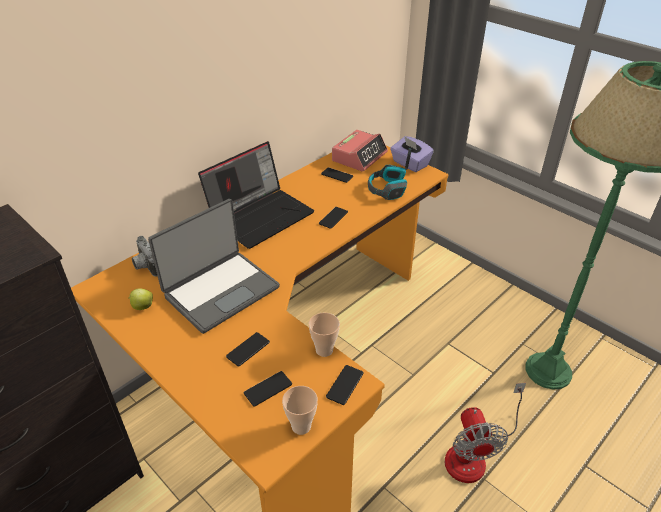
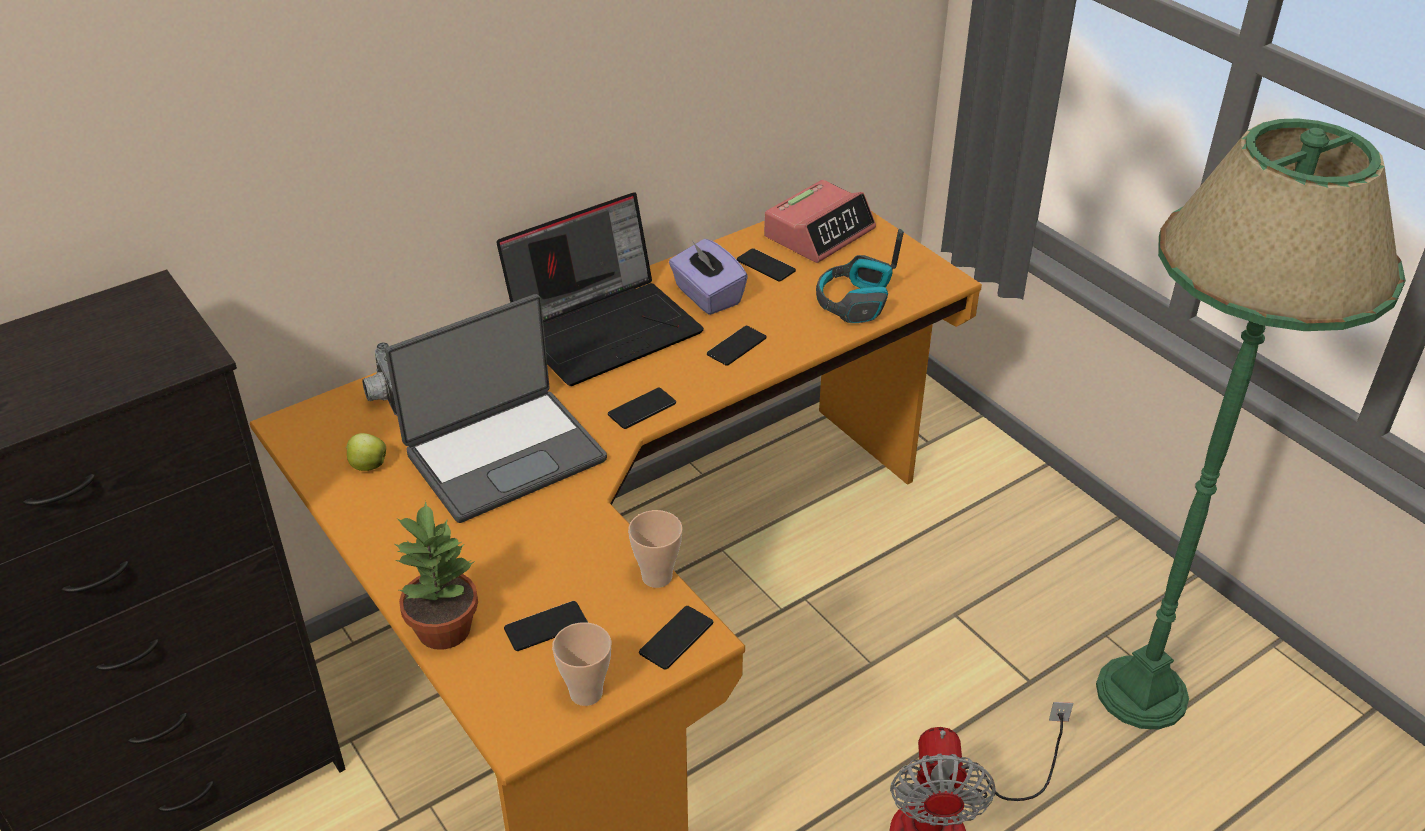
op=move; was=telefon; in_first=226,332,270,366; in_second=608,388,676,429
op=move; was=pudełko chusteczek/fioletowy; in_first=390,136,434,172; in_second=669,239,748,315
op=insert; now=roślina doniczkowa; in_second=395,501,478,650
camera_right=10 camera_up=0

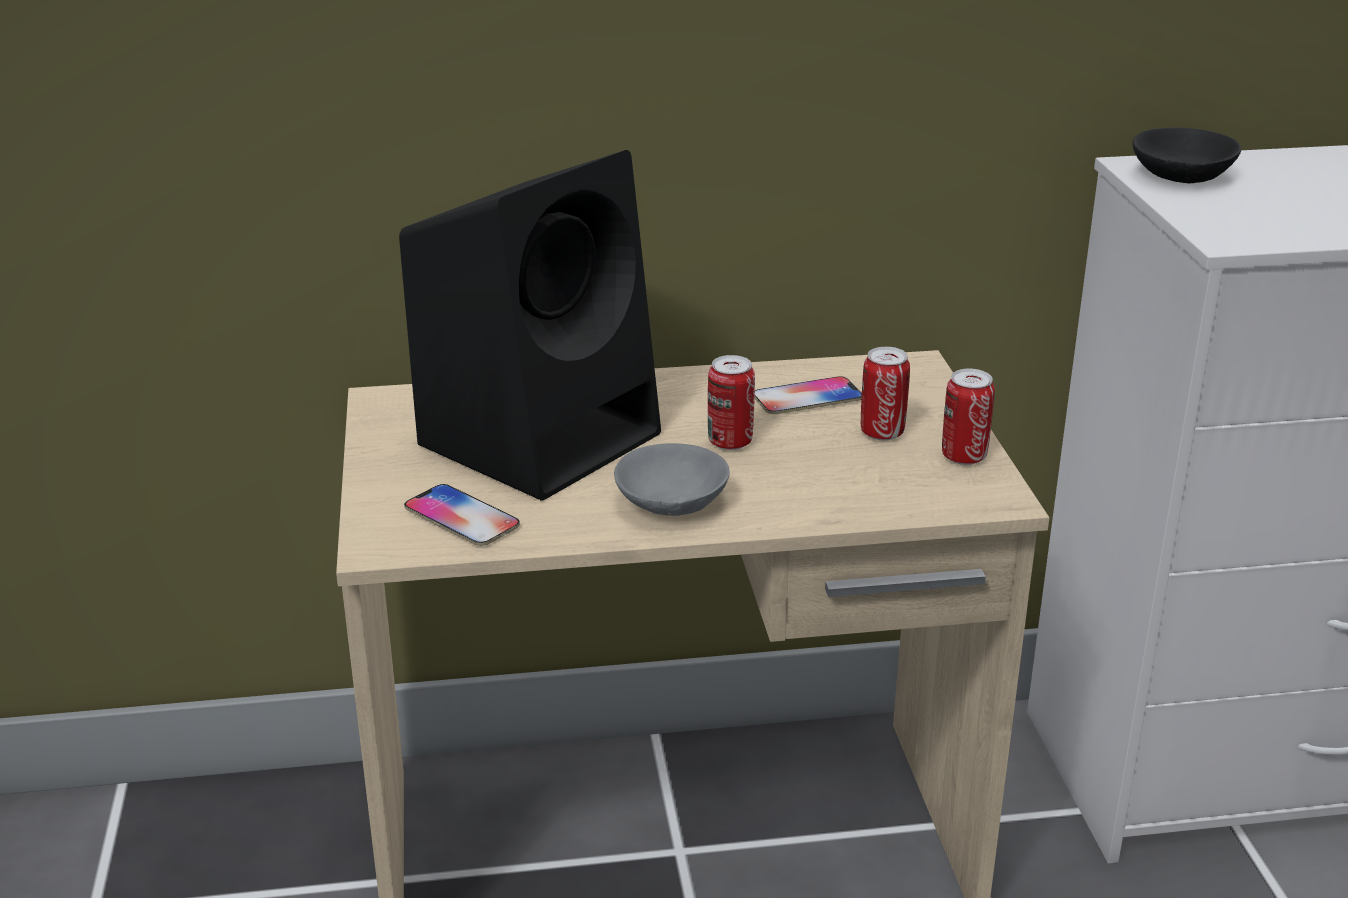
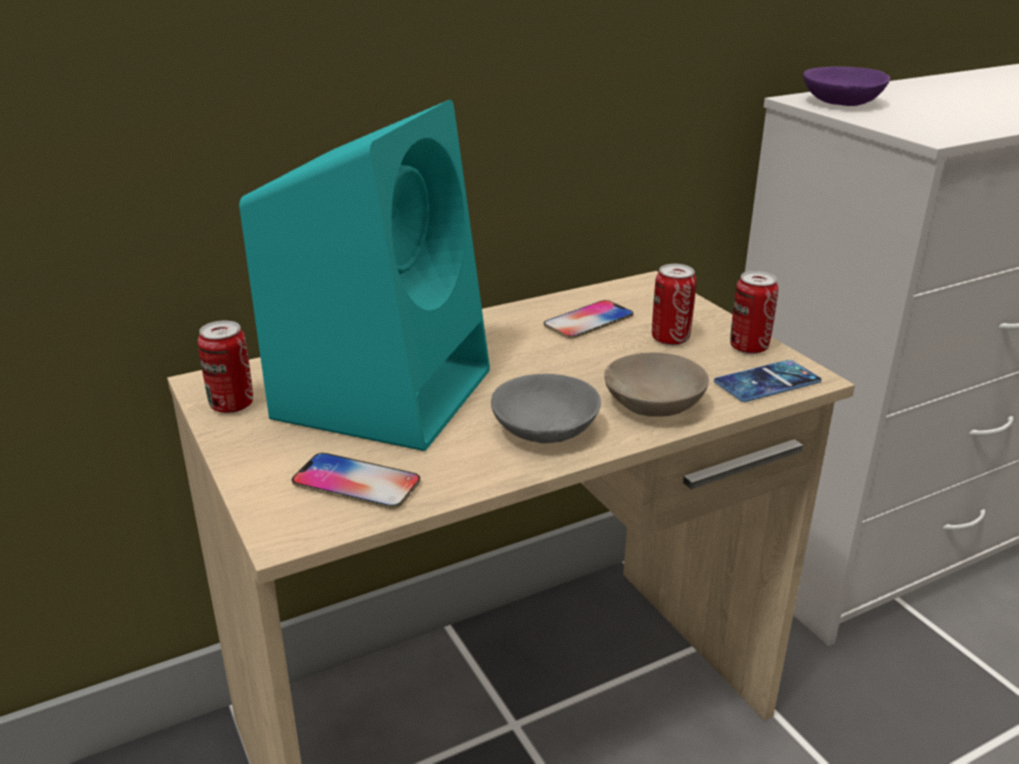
op=recolor; was=głośnik/czarny; now=głośnik/turkusowy; in_first=399,150,661,501; in_second=239,99,490,451
op=move; was=puszka; in_first=708,355,755,450; in_second=198,321,253,413
op=recolor; was=miska/czarny; now=miska/fioletowy; in_first=1132,128,1242,183; in_second=803,67,890,106
op=insert; now=miska/beżowy; in_second=604,353,709,417
op=insert; now=telefon; in_second=714,360,822,402
camera_right=-20 camera_up=0

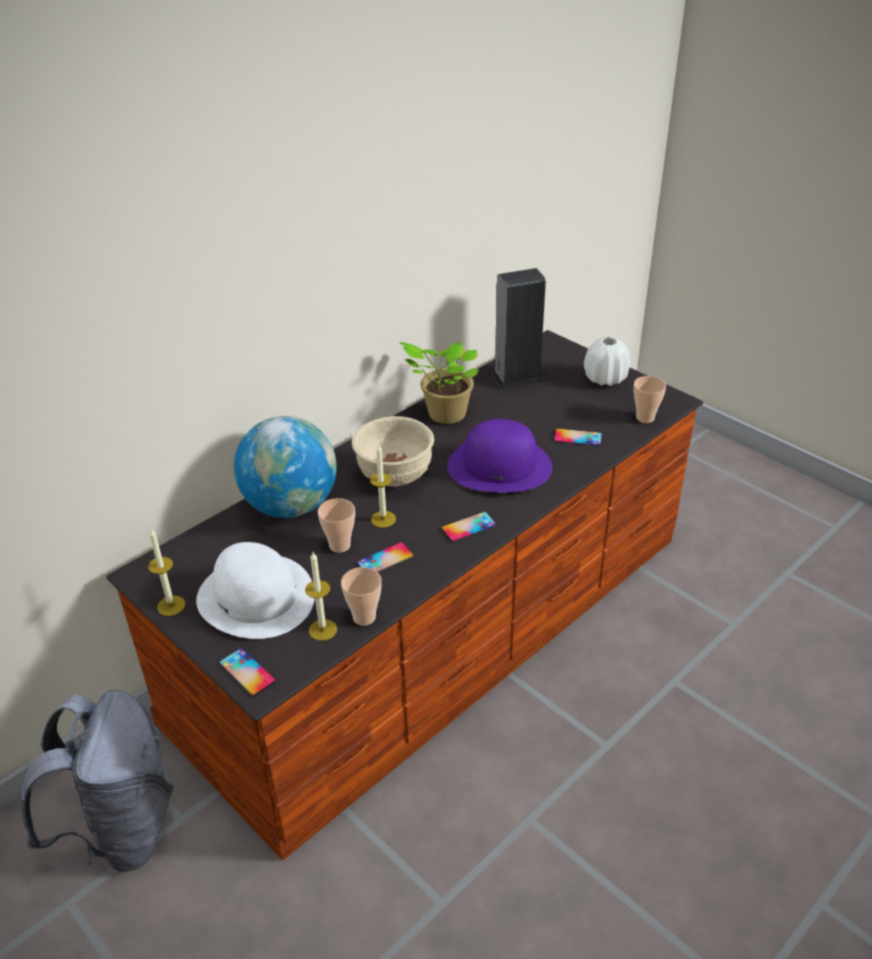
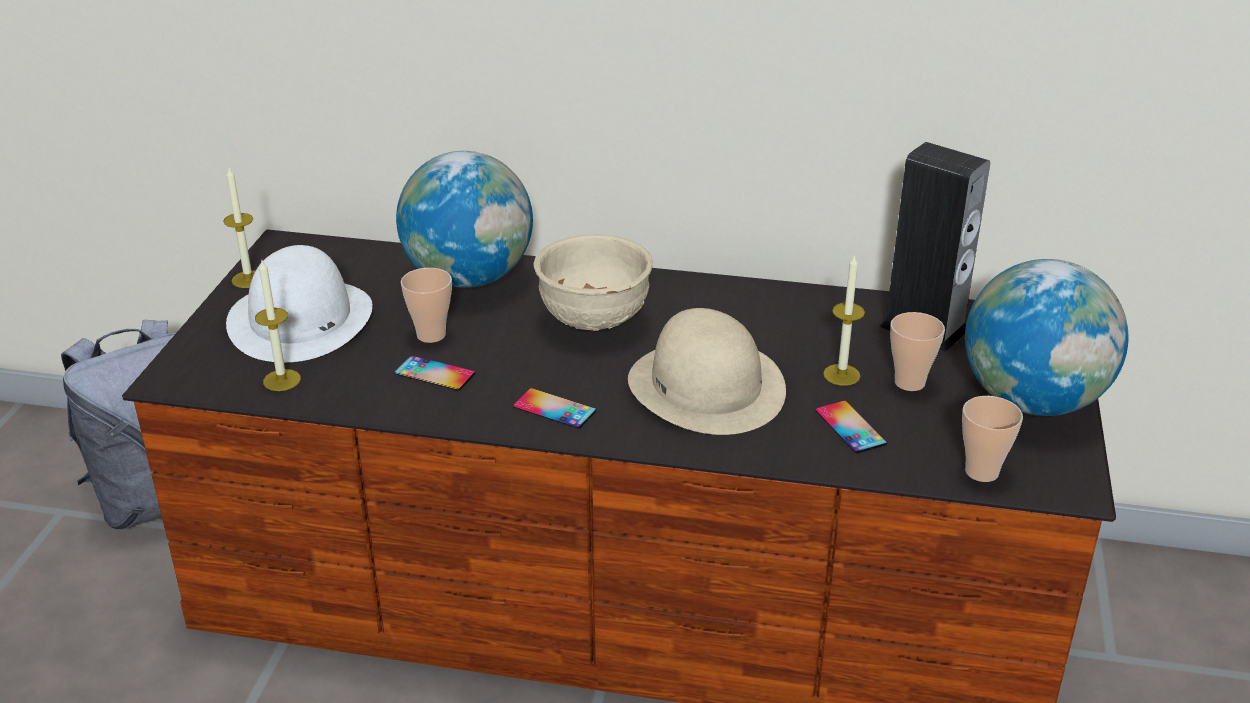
op=delete; was=telefon; in_first=219,648,276,696
op=move; was=filiżanka; in_first=341,567,382,626; in_second=890,312,945,391
op=move; was=świeca; in_first=370,443,396,528; in_second=823,254,865,386
op=delete; was=roślina doniczkowa; in_first=400,342,478,424
op=recolor; was=kapelusz/fioletowy; now=kapelusz/beżowy; in_first=447,419,552,493; in_second=628,308,786,435
op=replace; was=wazon/biały; now=globus; in_first=584,337,630,386; in_second=965,259,1128,416
camera_right=55 camera_up=-5

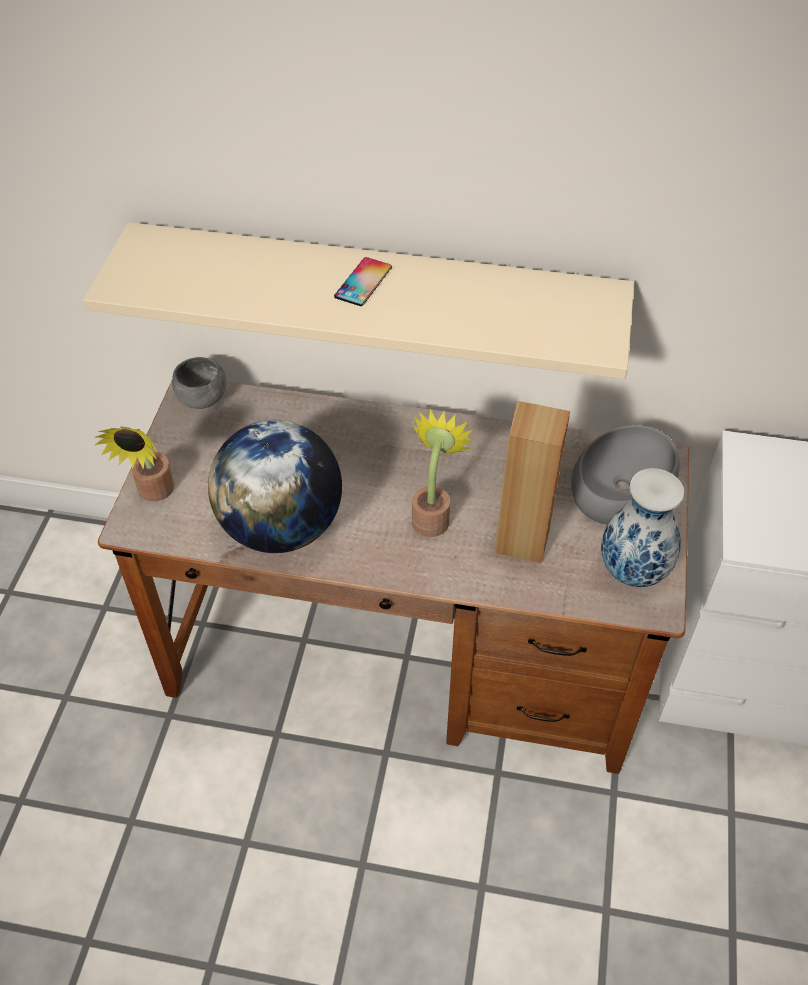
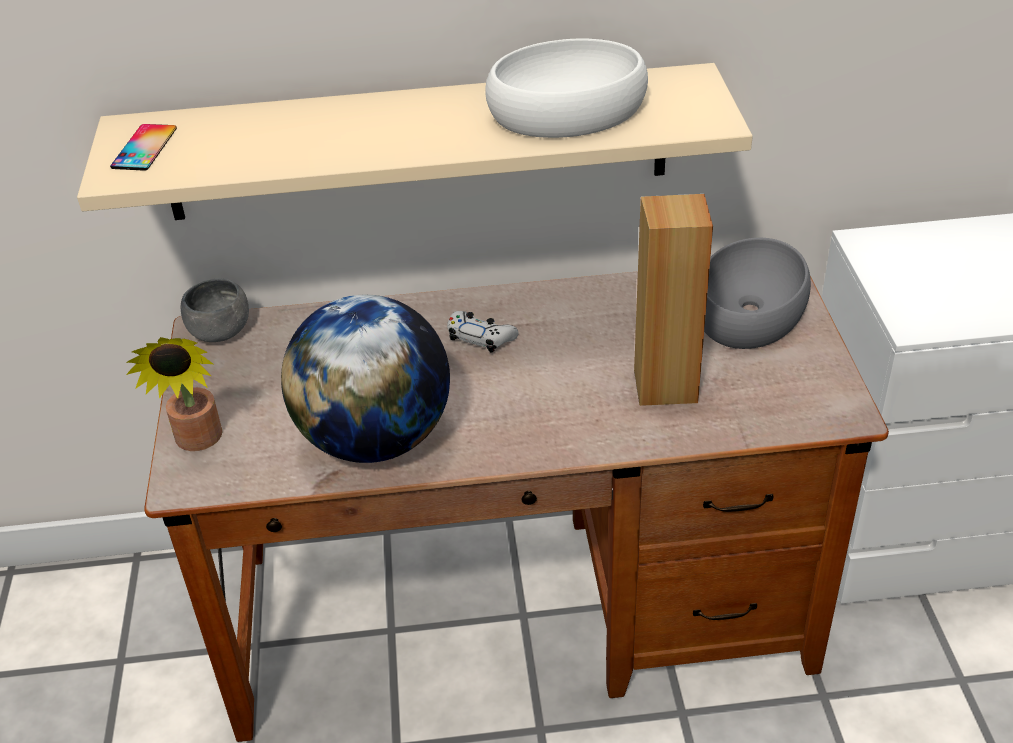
op=move; was=telefon; in_first=334,257,392,306; in_second=110,124,177,171
op=delete; was=roślina doniczkowa; in_first=412,408,474,537
op=delete; was=wazon; in_first=601,468,684,587
op=insert; now=pad do gier/biały; in_second=447,311,518,352
op=insert; now=miska/biały; in_second=485,39,648,138
camera_right=-15 camera_up=-10

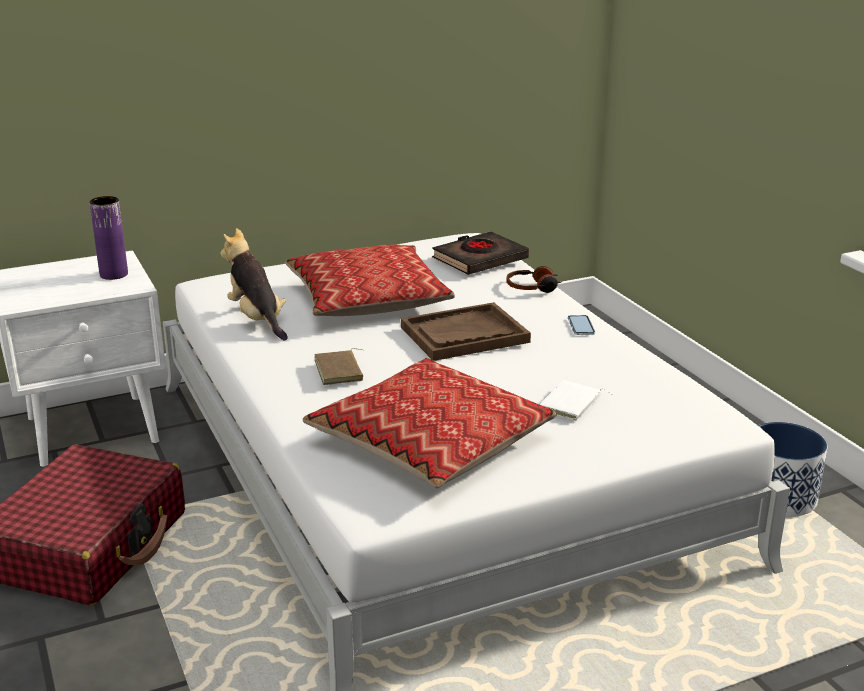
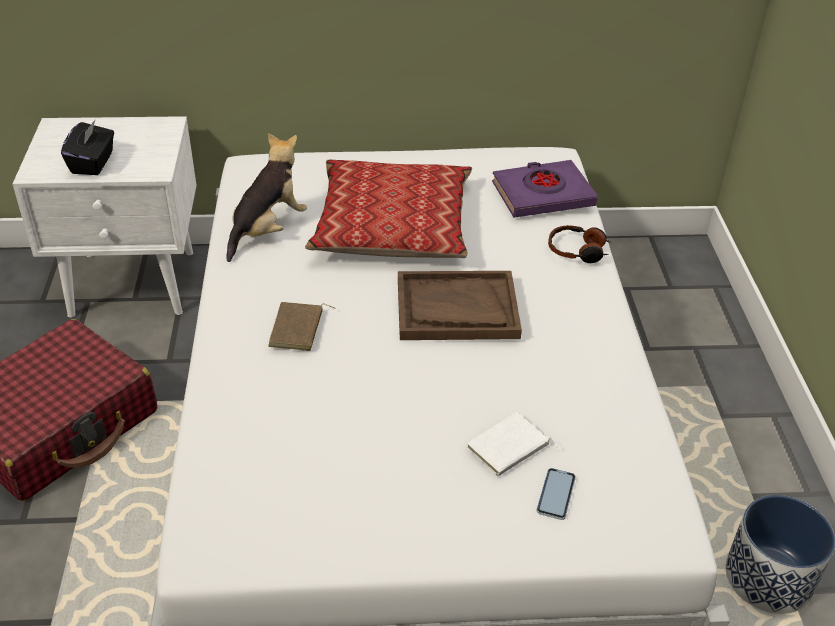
op=delete; was=wazon/fioletowy; in_first=90,196,128,280
op=rotate; was=pluszak; in_first=220,228,288,340; in_second=226,133,307,262; clockwise=45
op=delete; was=poduszka; in_first=303,358,557,488
op=recolor; was=książka/czarny; now=książka/fioletowy; in_first=432,231,529,275; in_second=492,160,598,218
op=move; was=telefon; in_first=568,315,595,335; in_second=536,468,576,520
op=insert; now=pudełko chusteczek/czarny; in_second=61,120,114,175
camera_right=20 camera_up=15

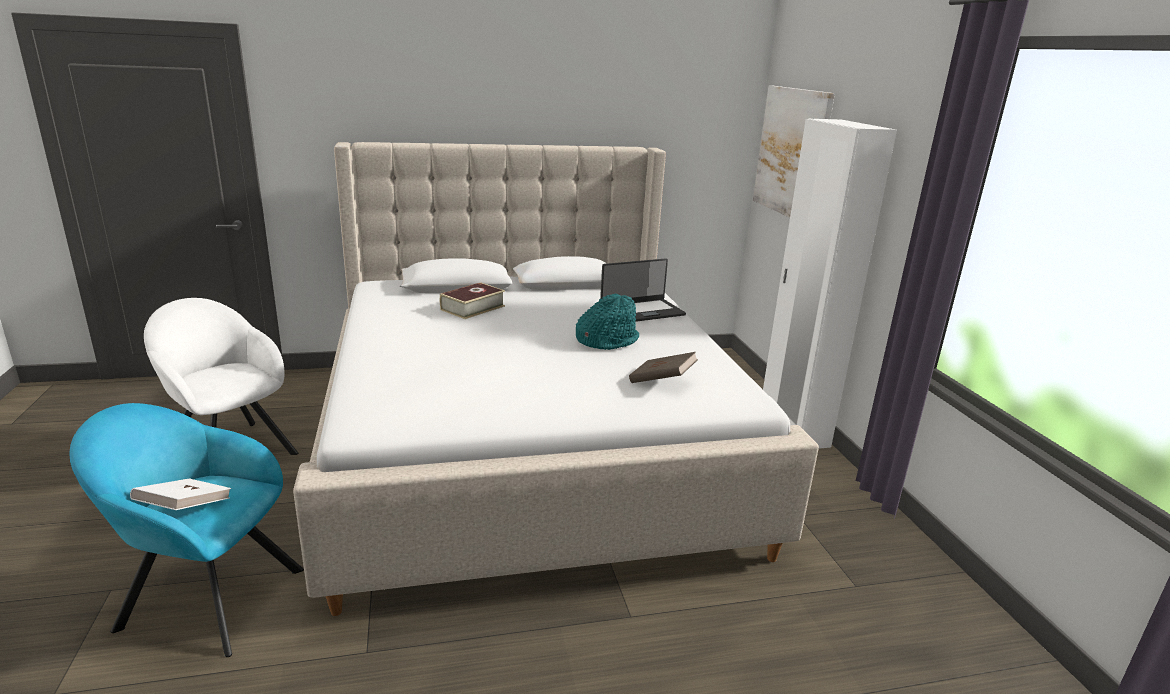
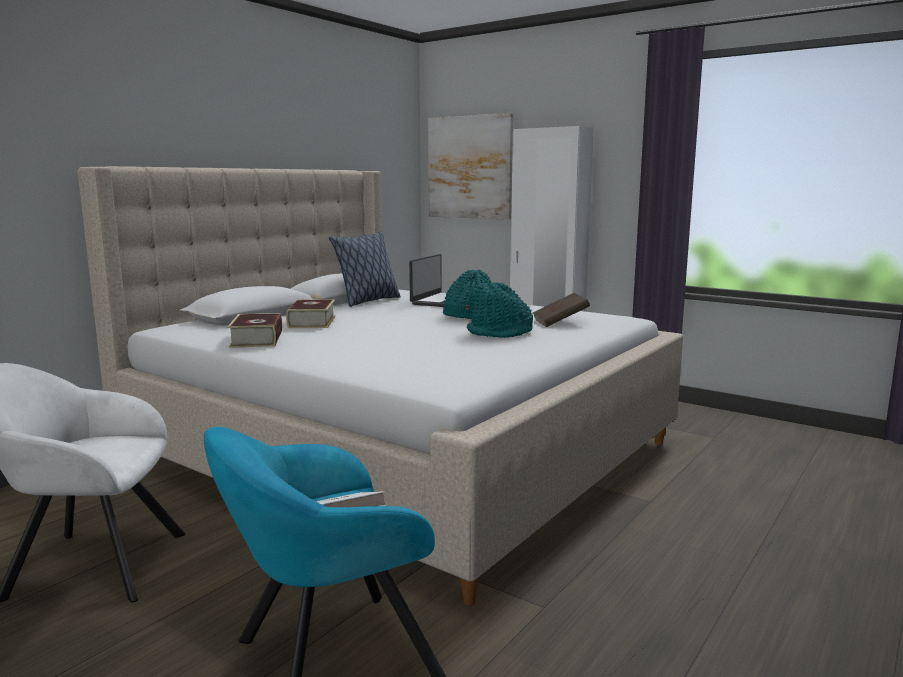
op=insert; now=książka; in_second=227,313,282,348
op=insert; now=poduszka; in_second=329,232,400,307
op=insert; now=kapelusz/turkusowy; in_second=467,282,533,338
camera_right=-40 camera_up=-10

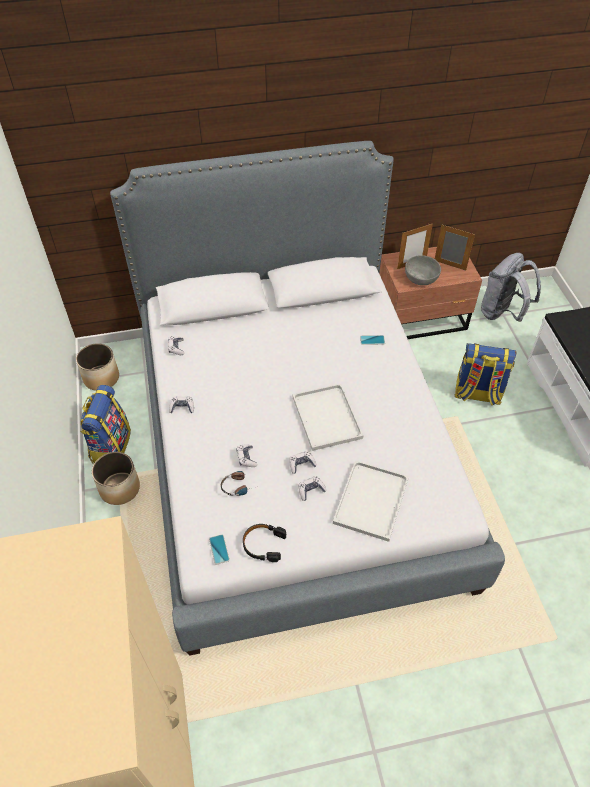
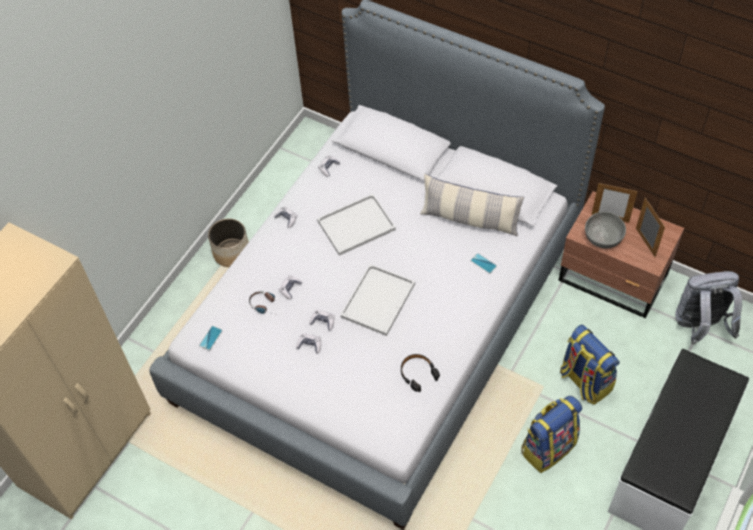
op=delete; was=donica; in_first=76,343,119,391
op=move; was=plecak; in_first=81,385,131,463; in_second=522,396,582,473
op=move; was=słuchawki/czarny; in_first=243,524,286,562; in_second=401,354,440,392
op=move; was=taca/biały; in_first=333,460,409,542; in_second=317,194,396,256
op=insert; now=poduszka; in_second=420,174,524,236
camera_right=45 camera_up=5

